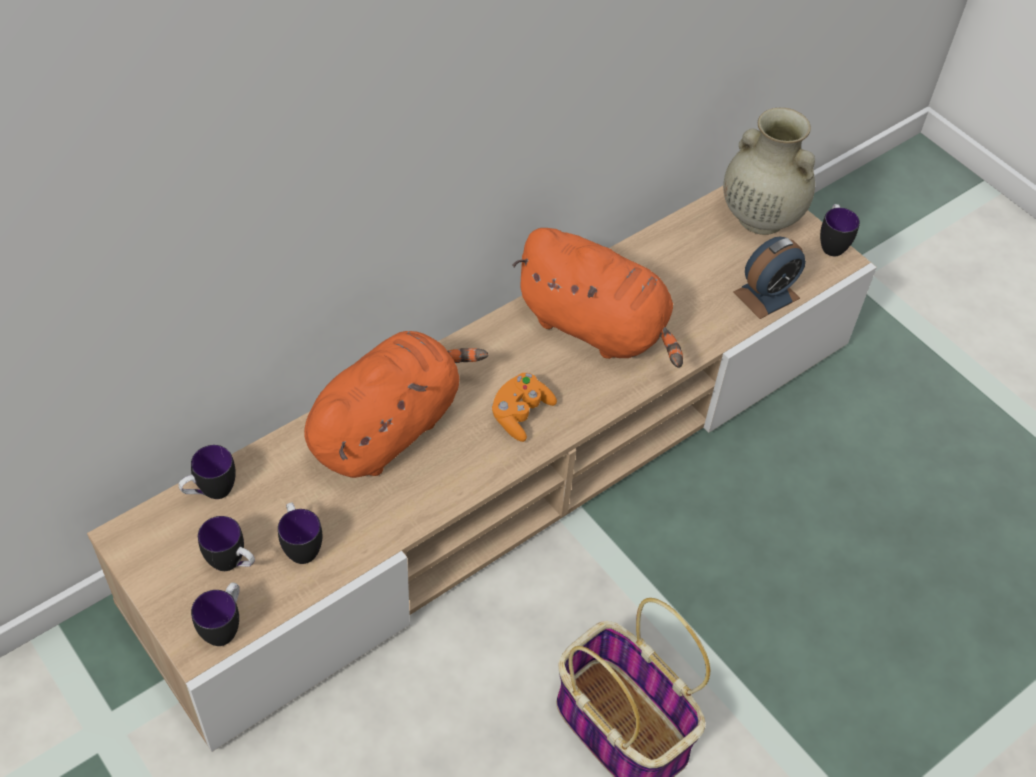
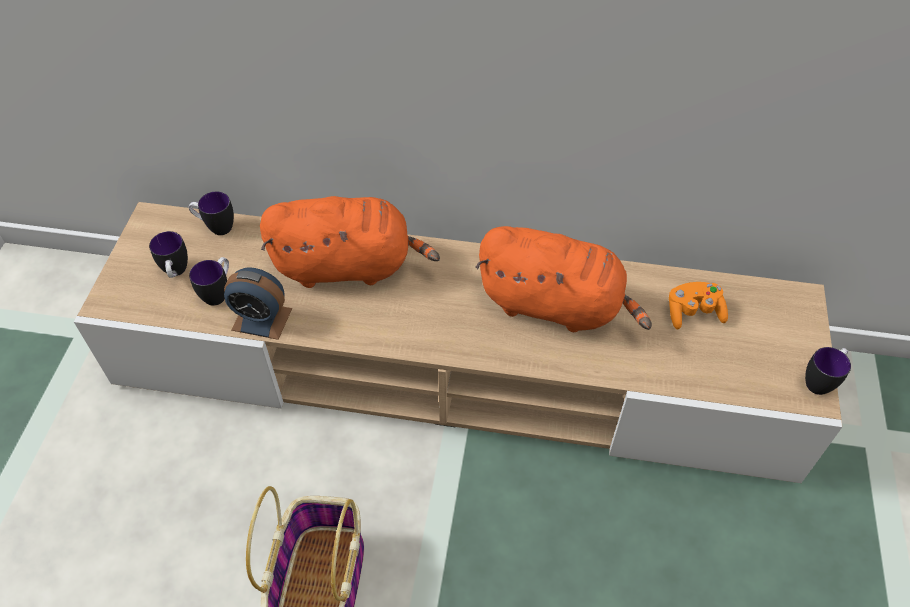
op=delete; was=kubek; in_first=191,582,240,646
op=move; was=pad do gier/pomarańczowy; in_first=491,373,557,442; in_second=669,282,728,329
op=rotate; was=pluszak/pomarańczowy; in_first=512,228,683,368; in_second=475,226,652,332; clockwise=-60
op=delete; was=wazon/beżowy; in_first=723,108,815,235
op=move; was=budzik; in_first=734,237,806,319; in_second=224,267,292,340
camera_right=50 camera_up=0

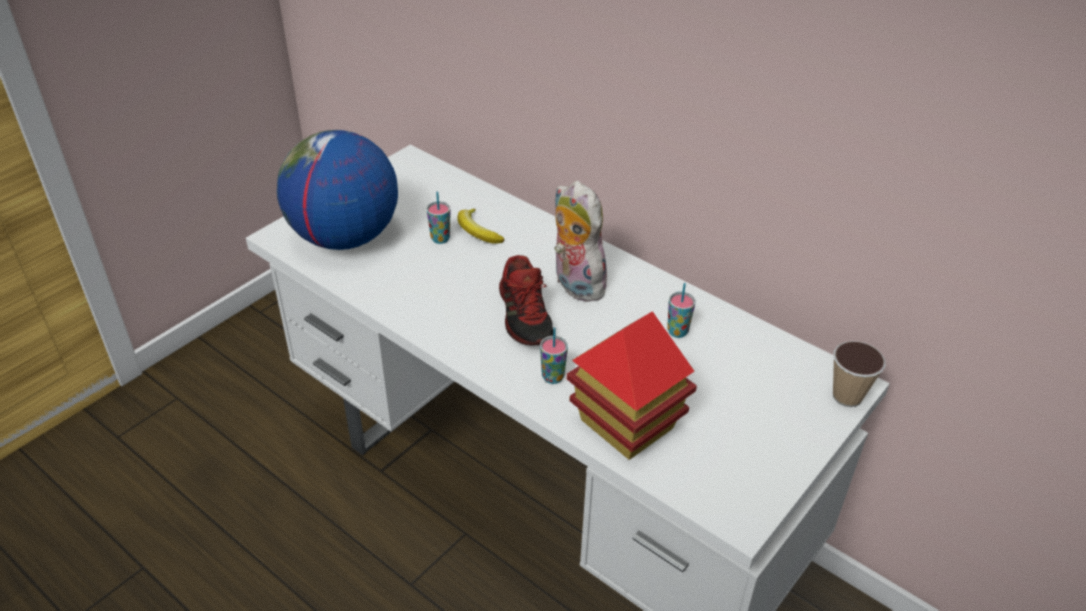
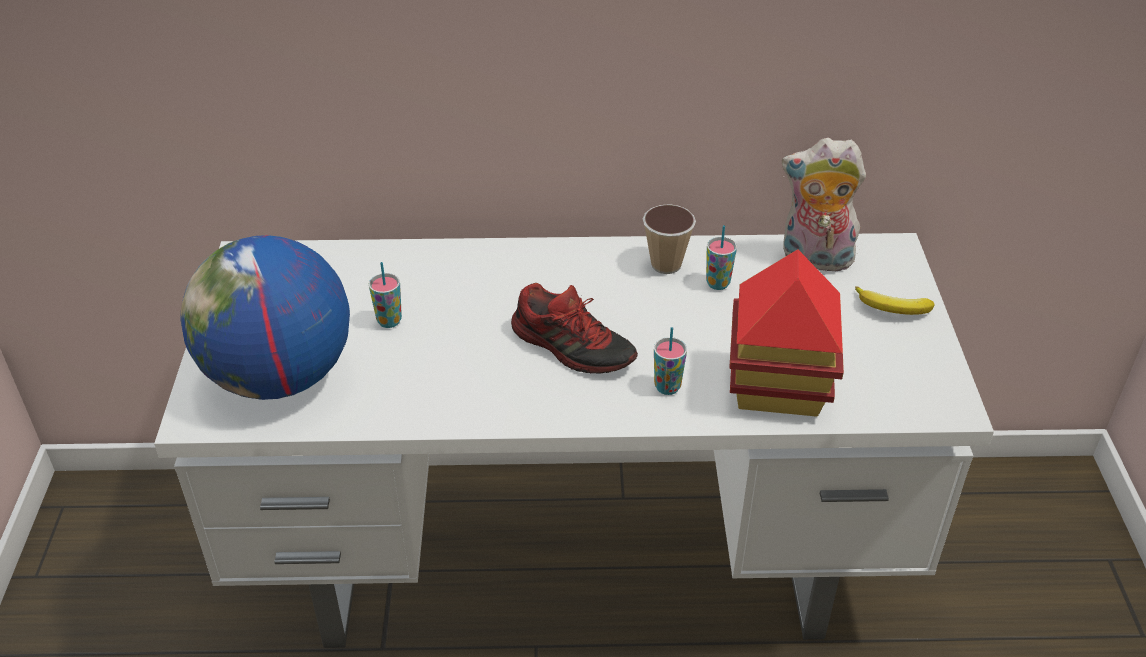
op=move; was=banan; in_first=457,208,504,244; in_second=855,286,935,315
op=move; was=pluszak; in_first=555,181,607,302; in_second=782,138,866,272
op=move; was=filiżanka; in_first=833,341,886,407; in_second=643,204,696,274
camera_right=-40 camera_up=0

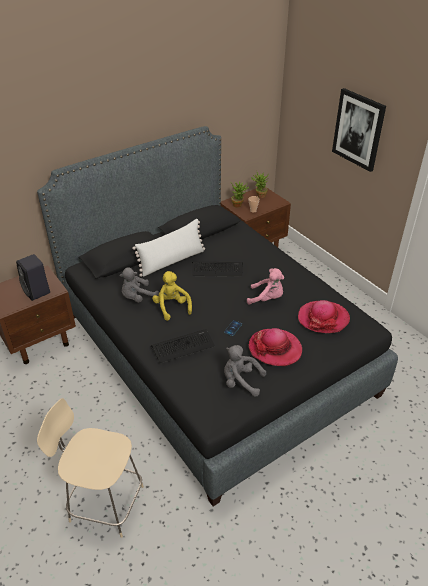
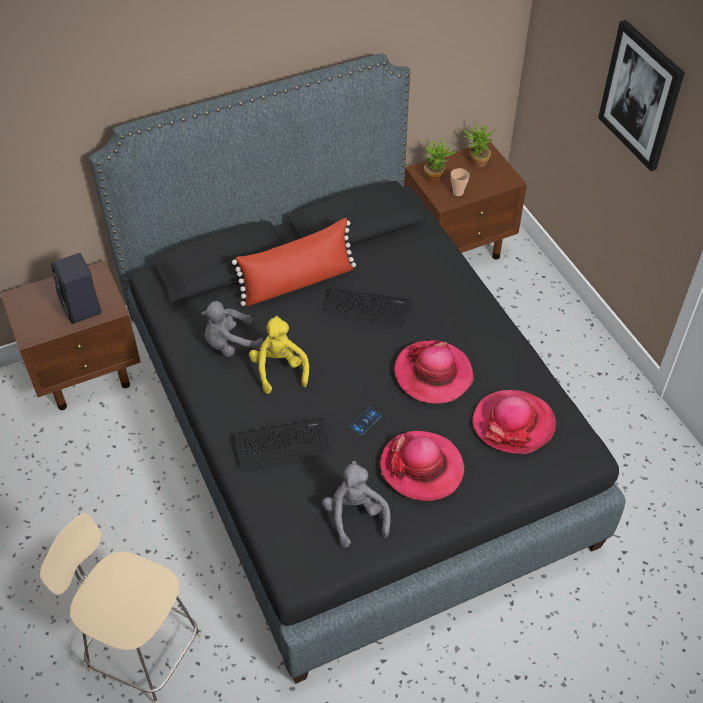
op=recolor; was=poduszka/biały; now=poduszka/czerwony; in_first=132,219,205,277; in_second=232,218,356,306
op=rotate; was=pluszak/szary; in_first=224,345,266,396; in_second=322,461,391,548; clockwise=45
op=replace; was=pluszak/różowy; now=kapelusz; in_first=247,268,284,305; in_second=394,340,474,404
camera_right=10 camera_up=10

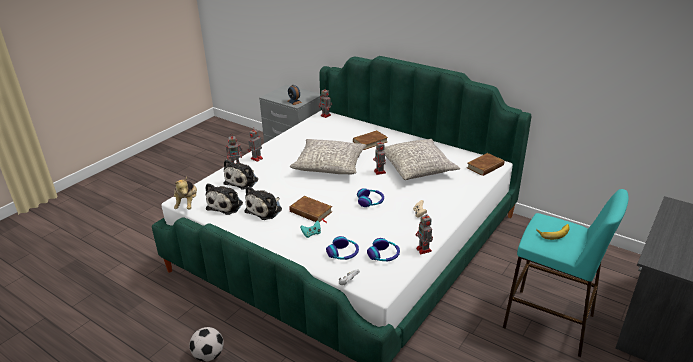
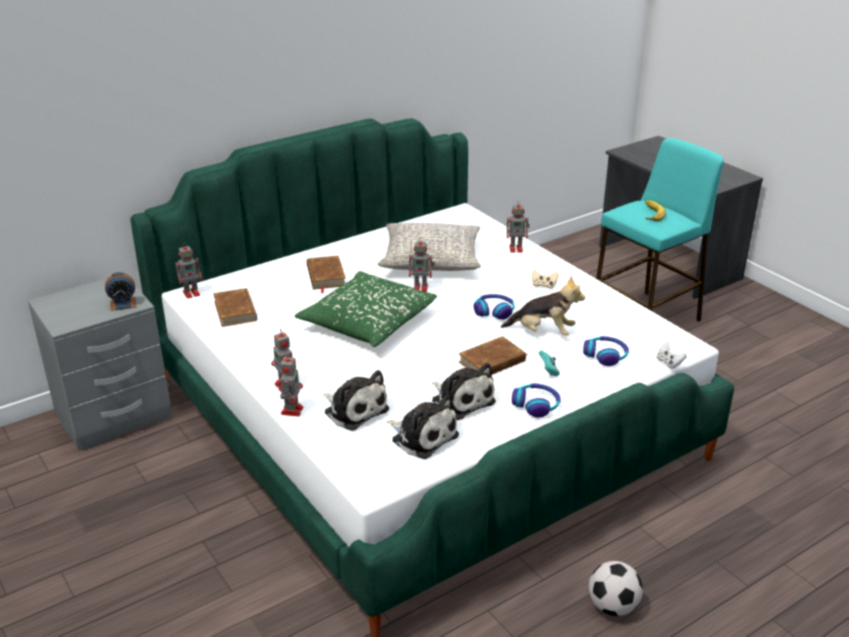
op=move; was=pluszak; in_first=174,177,197,210; in_second=501,276,585,335
op=recolor; was=poduszka/szary; now=poduszka/zielony; in_first=290,139,367,174; in_second=295,271,437,347
op=move; was=słuchawki; in_first=367,238,400,262; in_second=512,383,561,418
op=move; was=robot zabawkowy; in_first=416,212,433,254; in_second=506,200,530,253
op=move; was=książka/brązowy; in_first=467,153,504,176; in_second=213,288,257,327
camera_right=-70 camera_up=0

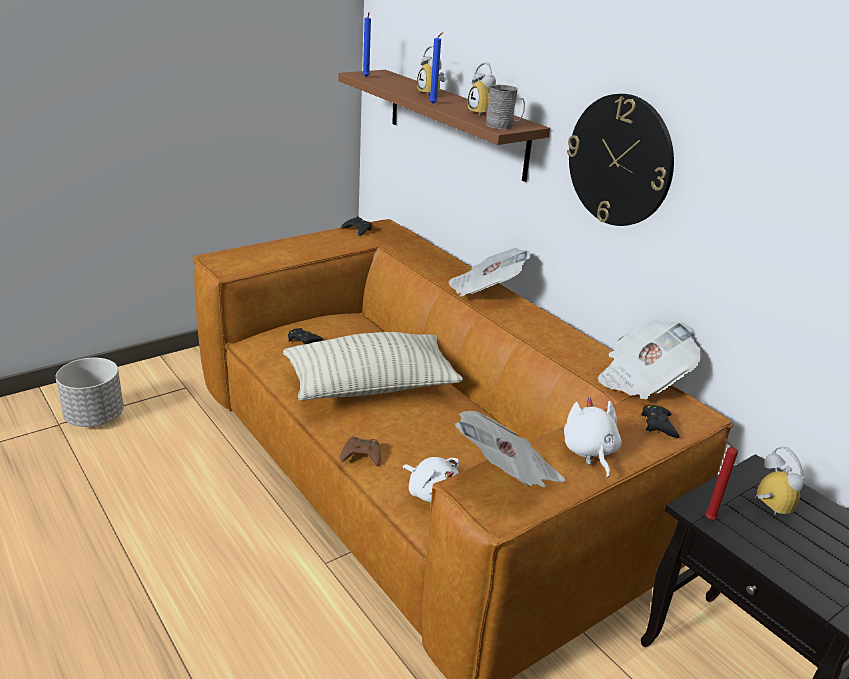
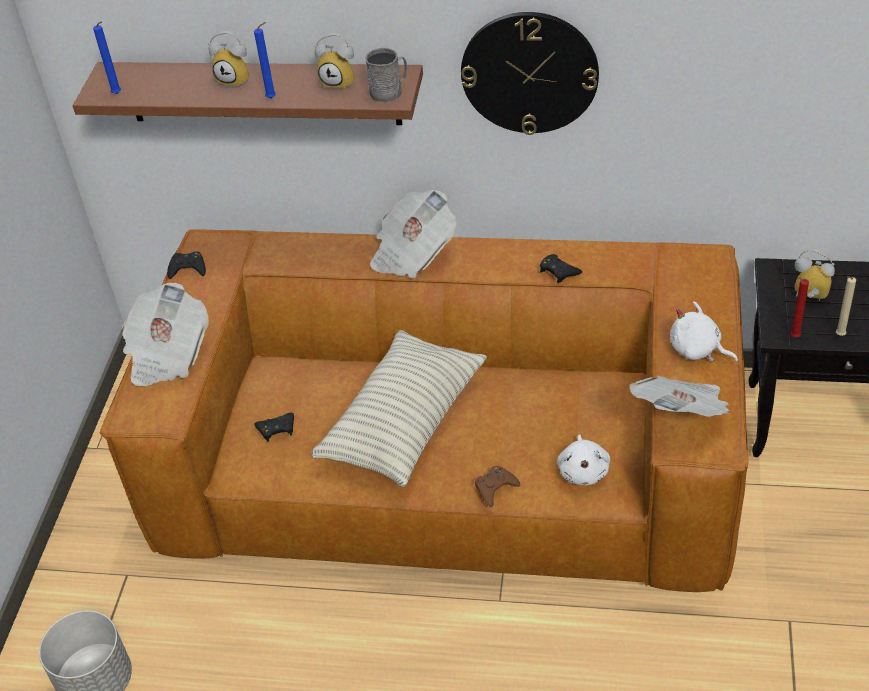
op=rotate; was=pluszak/biały; in_first=402,457,459,502; in_second=557,434,610,485; clockwise=90
op=move; was=gazeta; in_first=598,320,702,399; in_second=122,283,209,386
op=move; was=pad do gier/czarny; in_first=641,405,680,438; in_second=540,254,582,283
op=insert; now=świeca/beżowy; in_second=836,276,856,336
camera_right=-40 camera_up=15

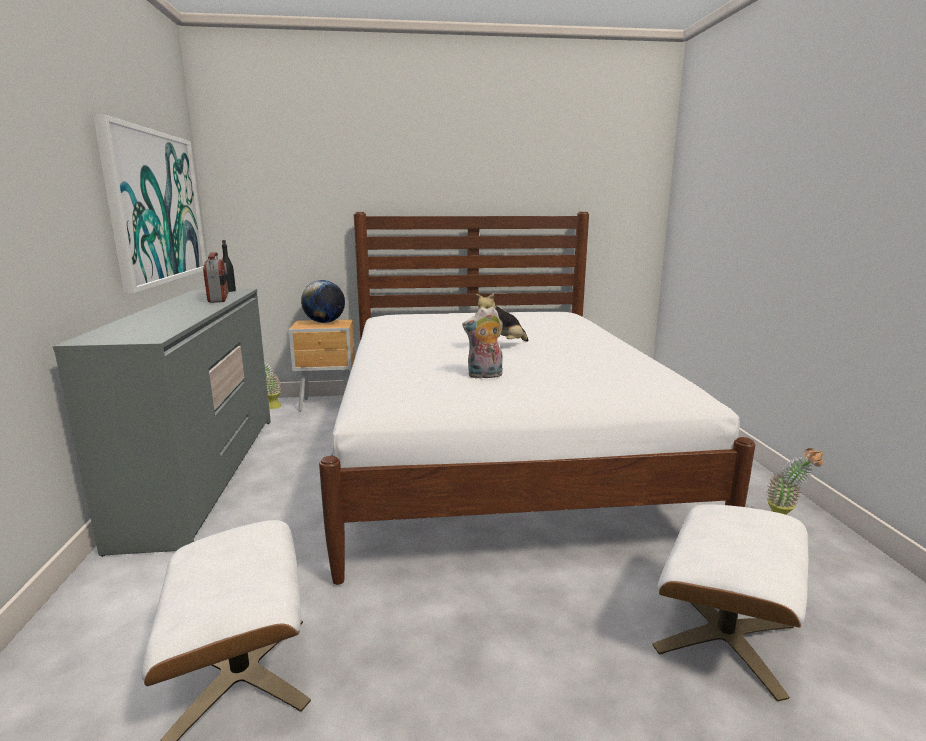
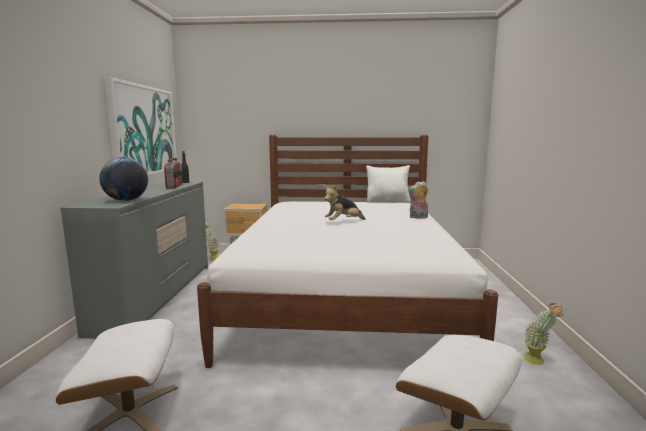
op=move; was=globus; in_first=301,280,345,323; in_second=99,157,148,201
op=move; was=pluszak; in_first=462,307,503,379; in_second=408,181,428,218
op=insert; now=poduszka/biały; in_second=366,165,411,203
camera_right=10 camera_up=-5

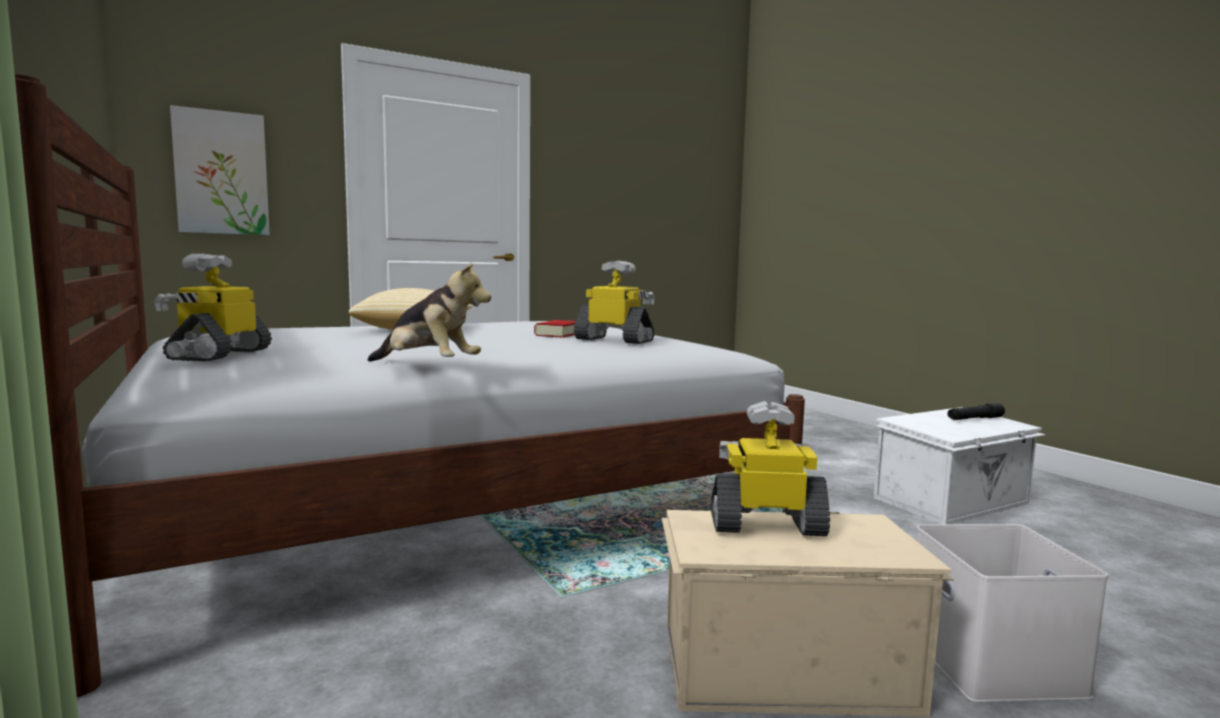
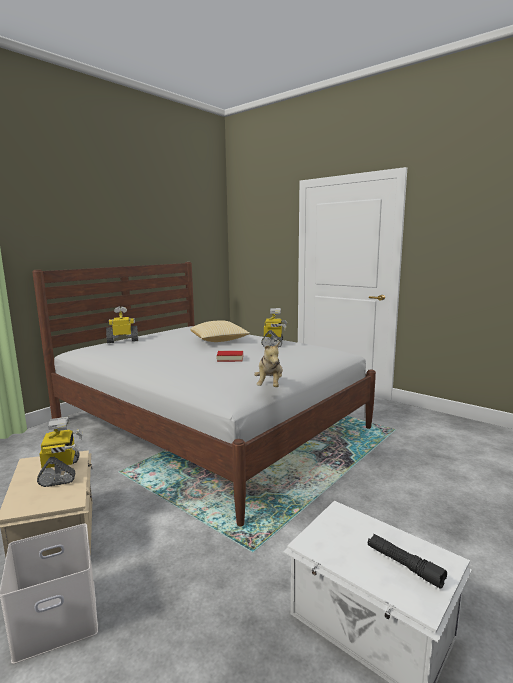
op=delete; was=obraz; in_first=170,105,270,235
op=move; was=pluszak; in_first=368,261,491,361; in_second=254,342,283,387
op=move; was=robot zabawkowy; in_first=574,261,655,344; in_second=261,308,287,347
camera_right=70 camera_up=5

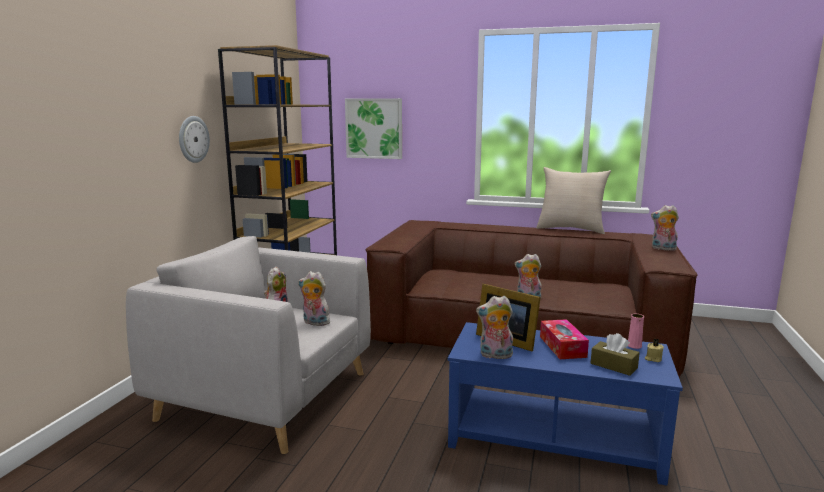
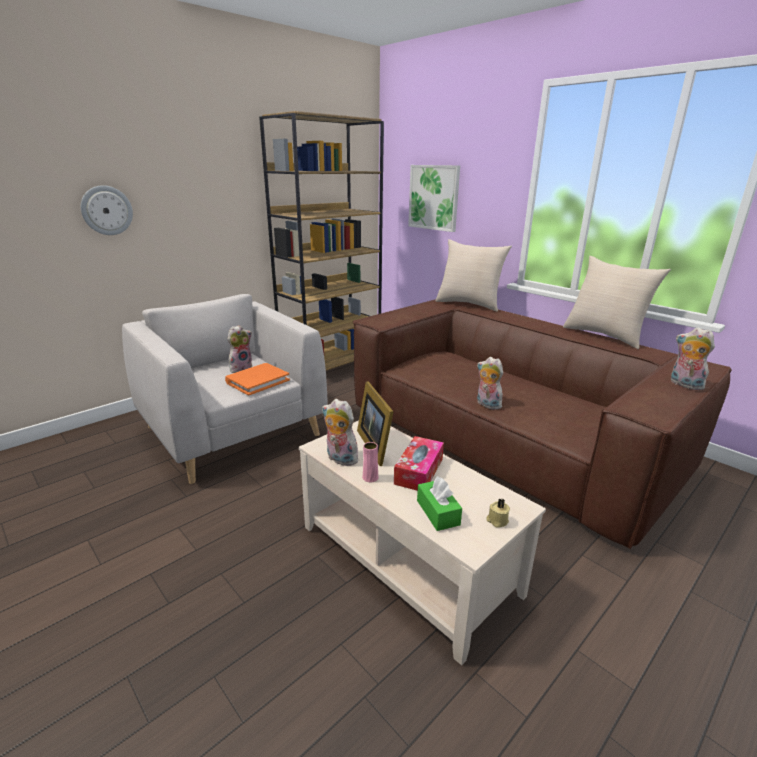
op=move; was=zegar ścienny; in_first=179,116,210,163; in_second=81,185,133,235
op=replace; was=pluszak; now=książka/pomarańczowy; in_first=298,271,330,326; in_second=225,363,290,396
op=recolor; was=ława/niebieski; now=ława/beżowy; in_first=448,322,683,486; in_second=299,420,546,666
op=recolor; was=pudełko chusteczek/brązowy; now=pudełko chusteczek/zielony; in_first=591,333,640,376; in_second=417,476,462,531
op=move; was=wazon/różowy; in_first=628,314,644,349; in_second=362,442,379,482
op=insert; now=poduszka/beżowy; in_second=435,239,512,312
camera_right=30 camera_up=10

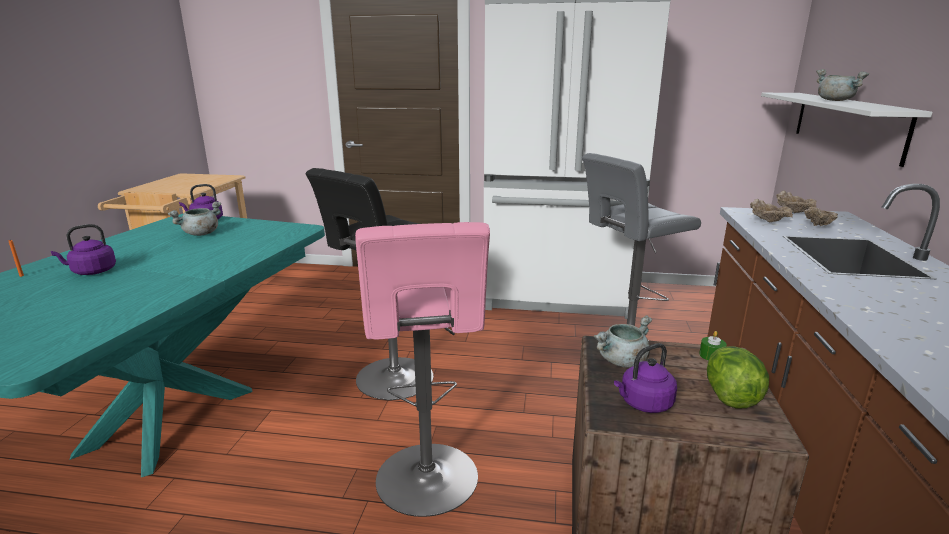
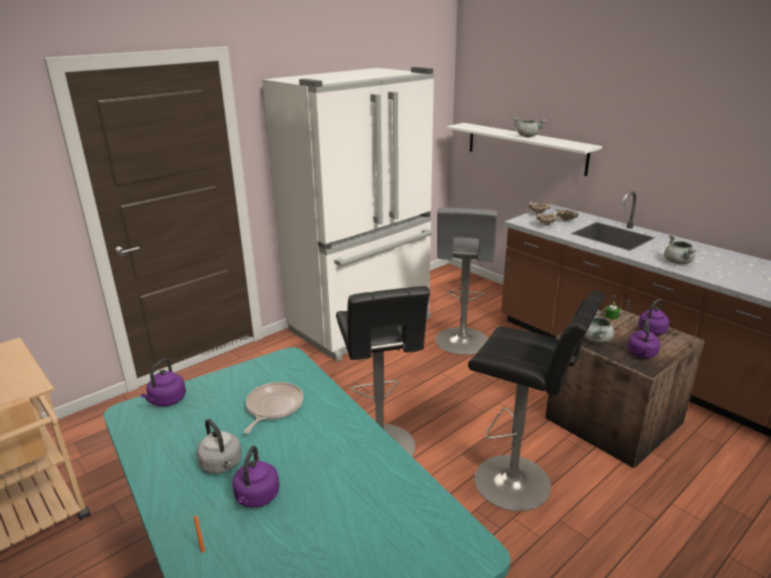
op=move; was=garnek/szary; in_first=168,202,221,236; in_second=664,234,696,264
op=recolor; was=stołek/różowy; now=stołek/czarny; in_first=355,222,490,517; in_second=468,290,606,511
op=replace; was=sałata; now=czajnik/fioletowy; in_first=707,346,769,408; in_second=638,299,669,335
op=insert; now=czajnik/szary; in_second=197,419,241,474
op=insert; now=patelnia; in_second=244,382,304,434
camera_right=-50 camera_up=5

